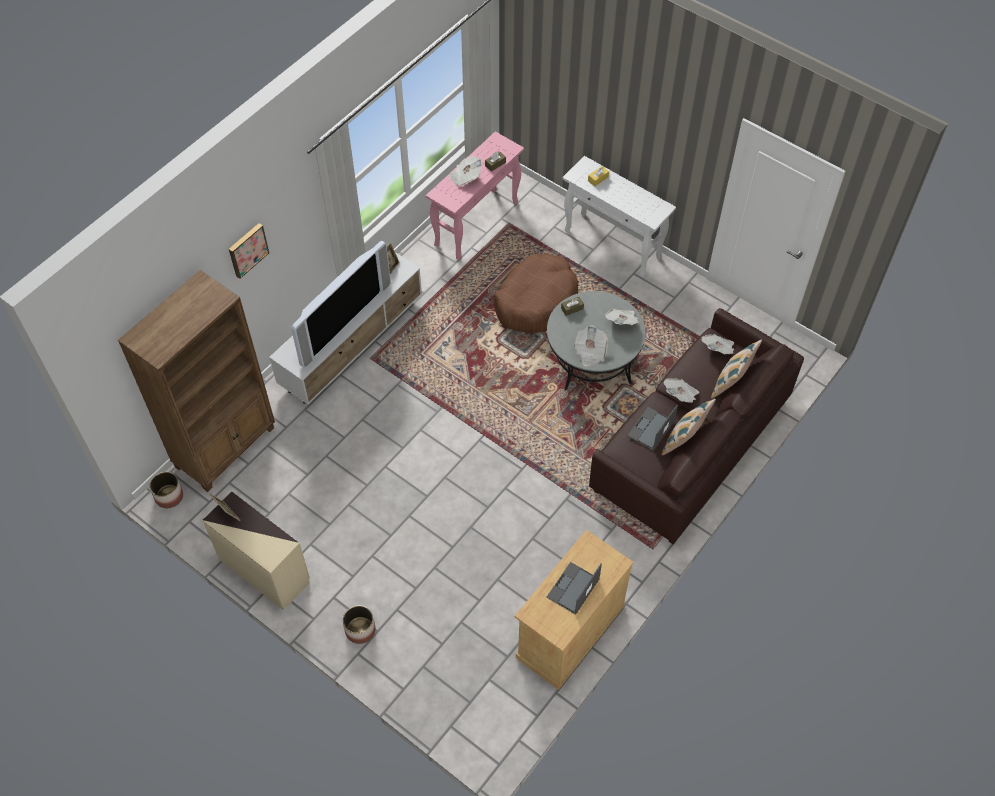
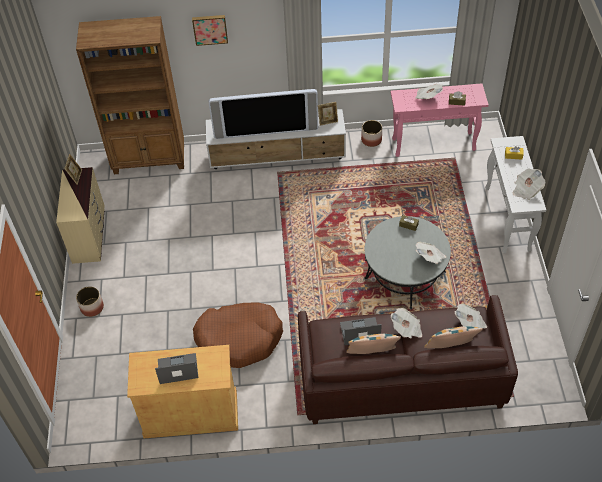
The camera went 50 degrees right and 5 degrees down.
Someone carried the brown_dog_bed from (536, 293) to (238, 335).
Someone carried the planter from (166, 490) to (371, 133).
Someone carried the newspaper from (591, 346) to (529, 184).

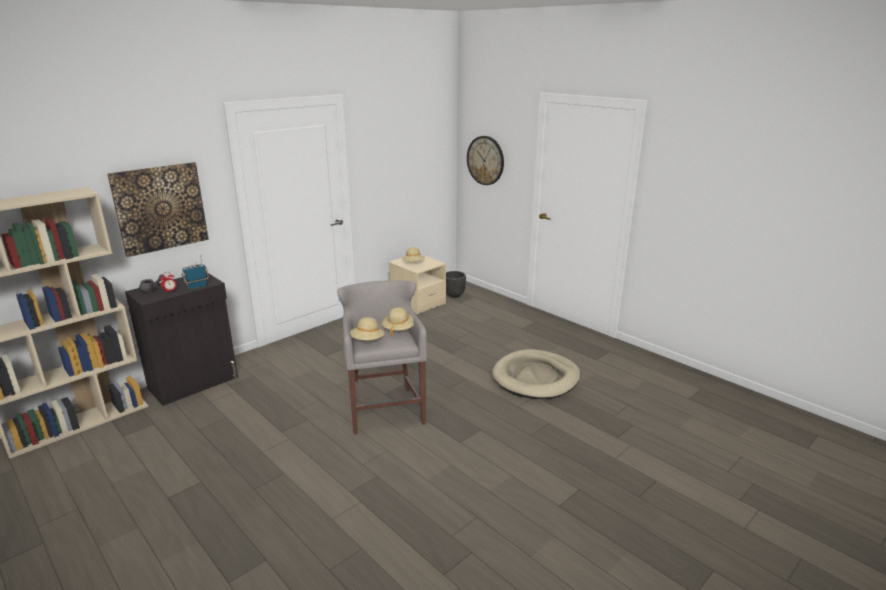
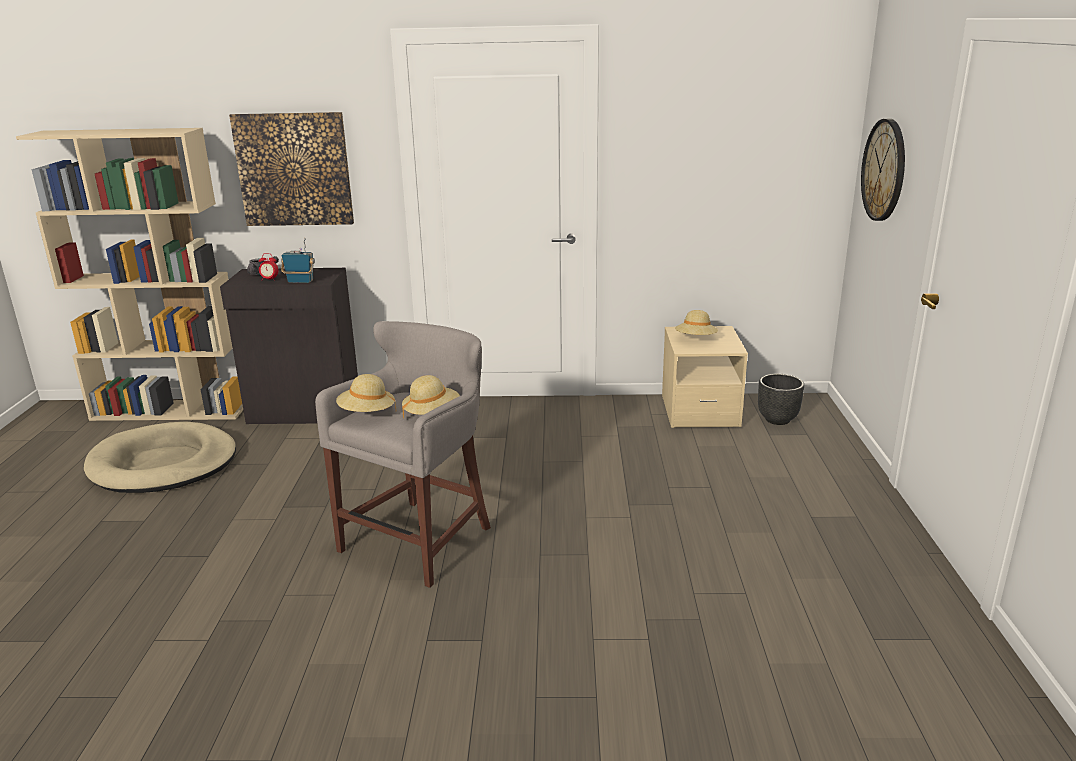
The camera went 45 degrees right and 0 degrees up.
Someone carried the beige_dog_bed from (536, 374) to (160, 457).

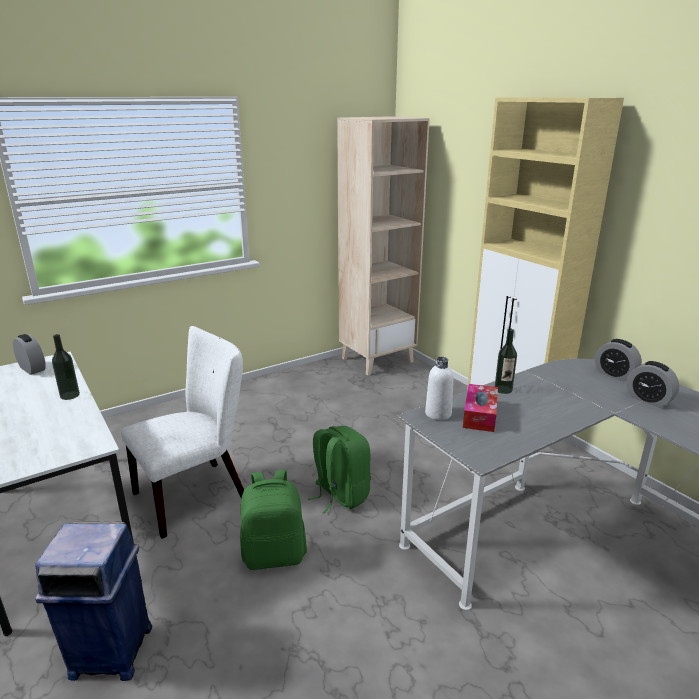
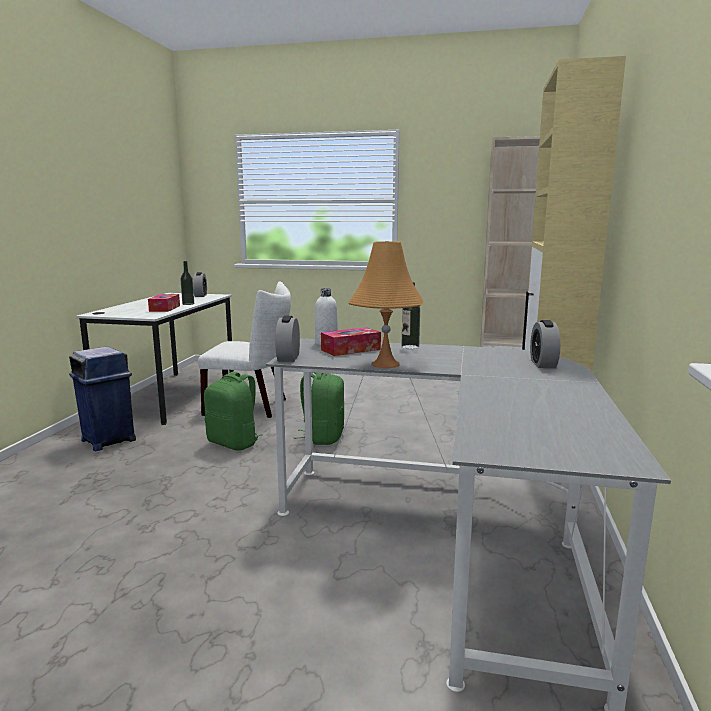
The camera went 45 degrees right and 10 degrees down.
Someone put down the tissue_box at (164, 303).
Someone carried the alarm_clock from (653, 384) to (287, 339).
Someone put down the orange_table_lamp at (386, 304).

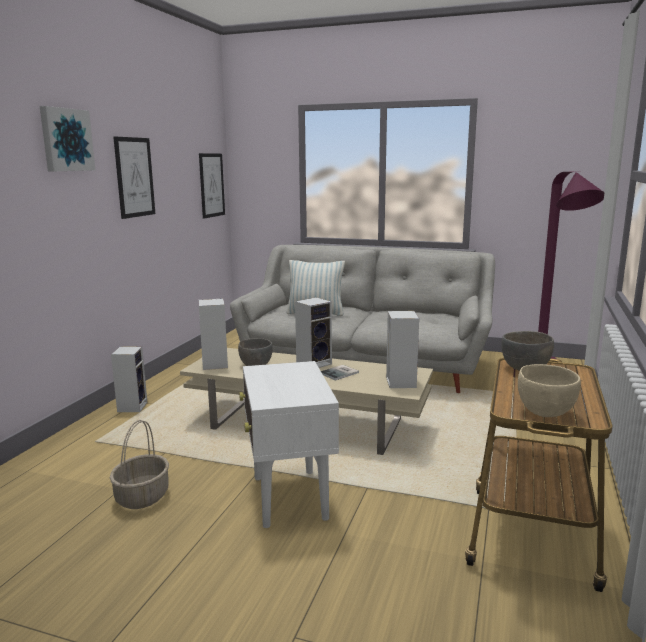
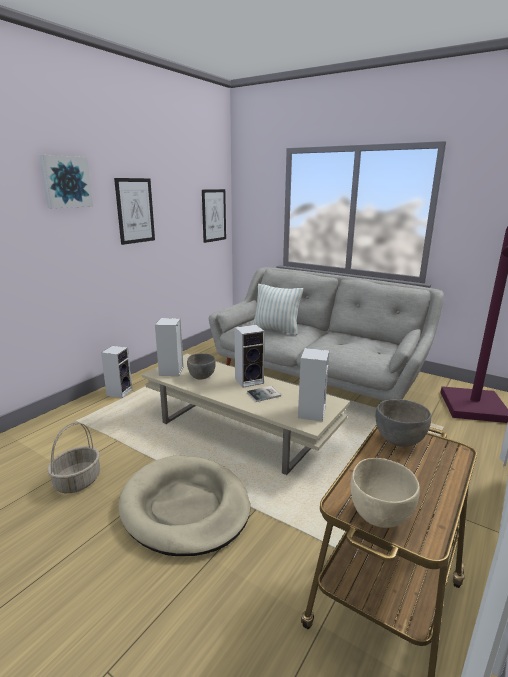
The camera went 15 degrees right and 5 degrees up.
Someone swapped the white_side_table at (289, 444) for the beige_dog_bed at (184, 506).

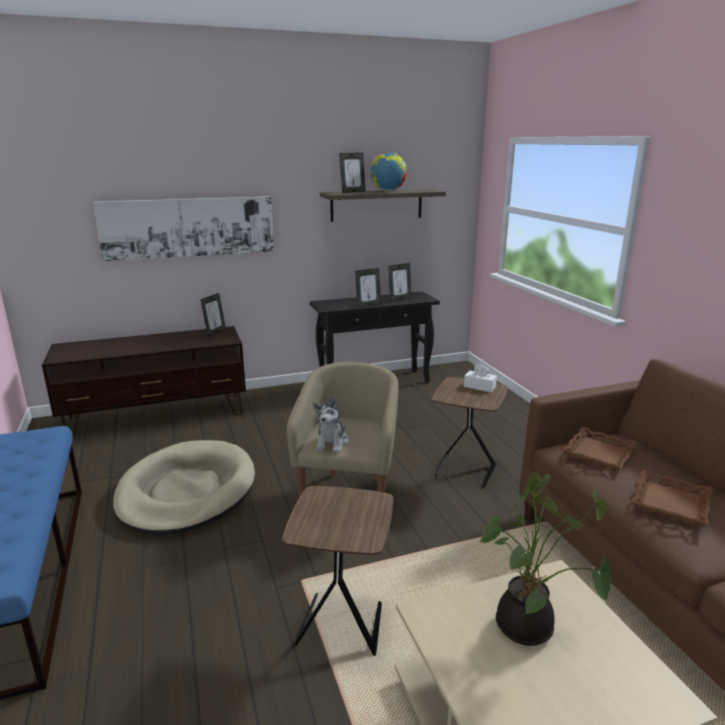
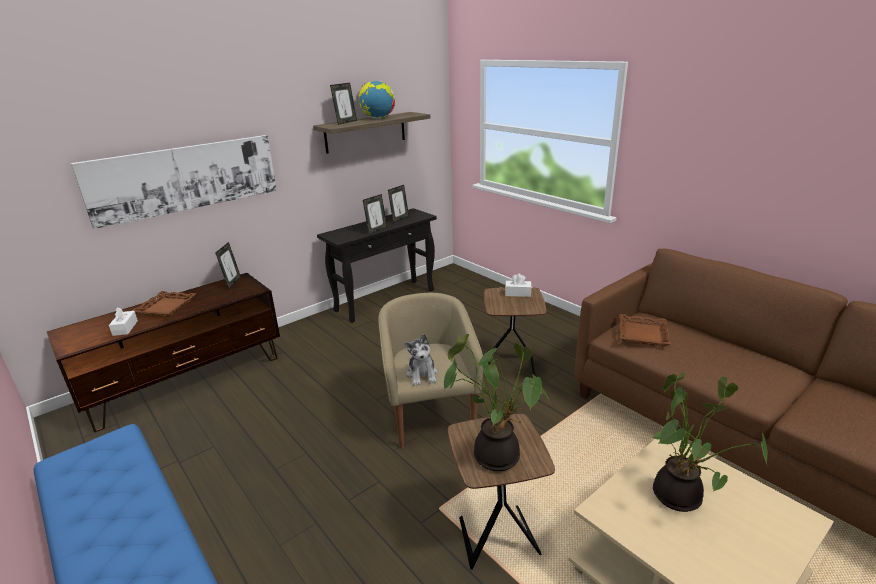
The camera went 20 degrees left and 5 degrees up.
Someone put down the white_tissue_box at (123, 321).
Someone carried the brown_tray from (672, 497) to (164, 304).
Someone put down the potted_plant at (497, 402).
Someone took away the beige_dog_bed at (184, 487).

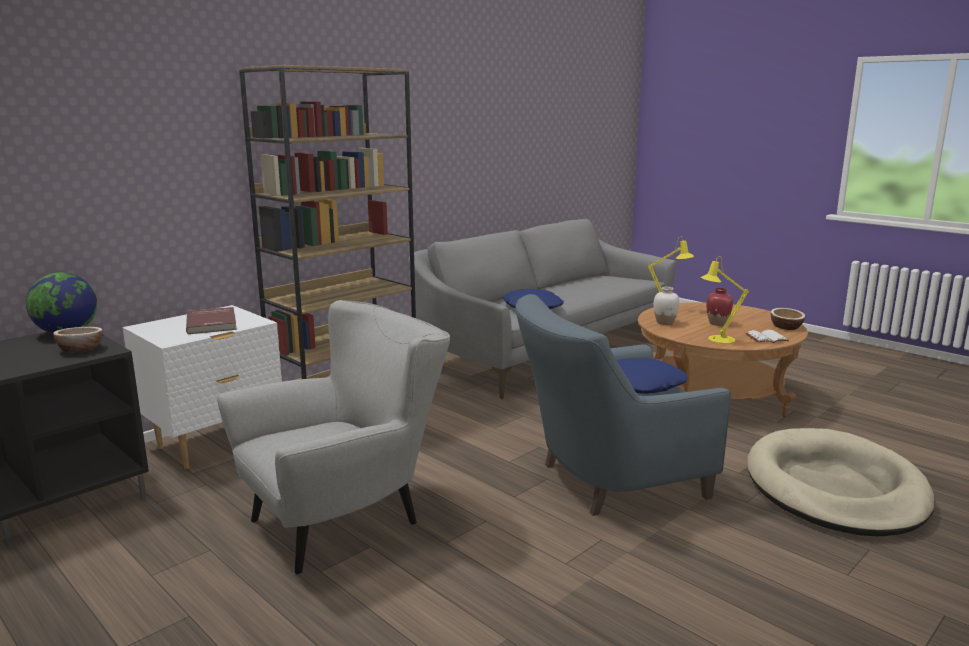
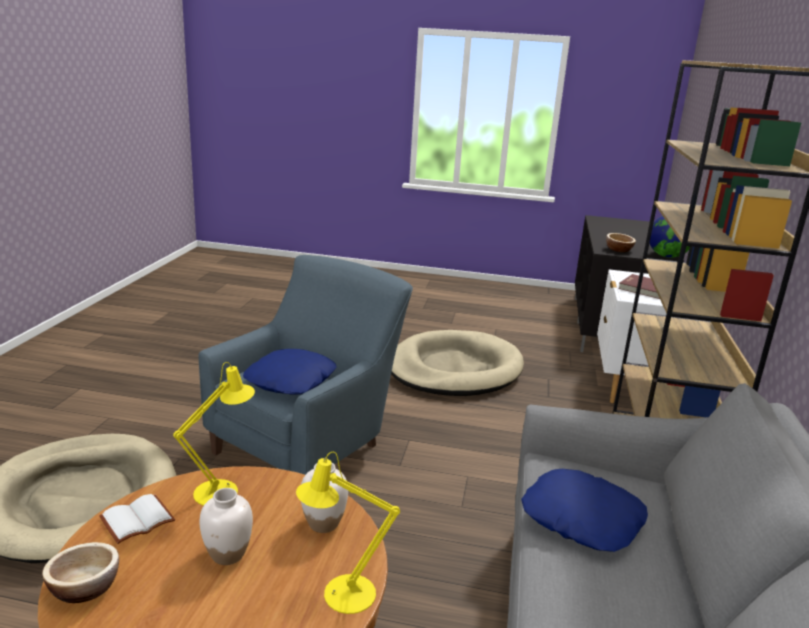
The camera went 145 degrees right and 5 degrees up.
Someone repainted the red_vase at (719, 306), which became the white_vase at (226, 526).
Someone swapped the grey_armchair at (333, 437) for the beige_dog_bed at (457, 363).

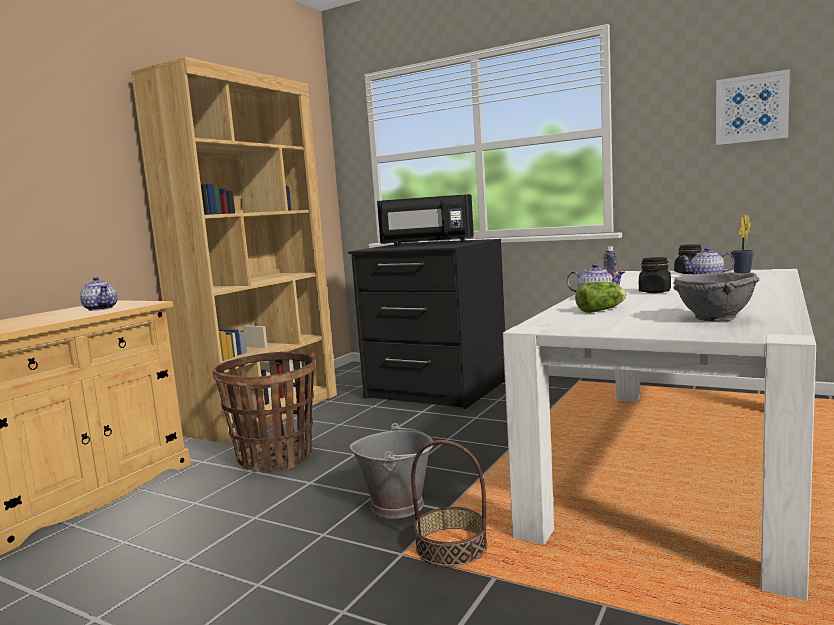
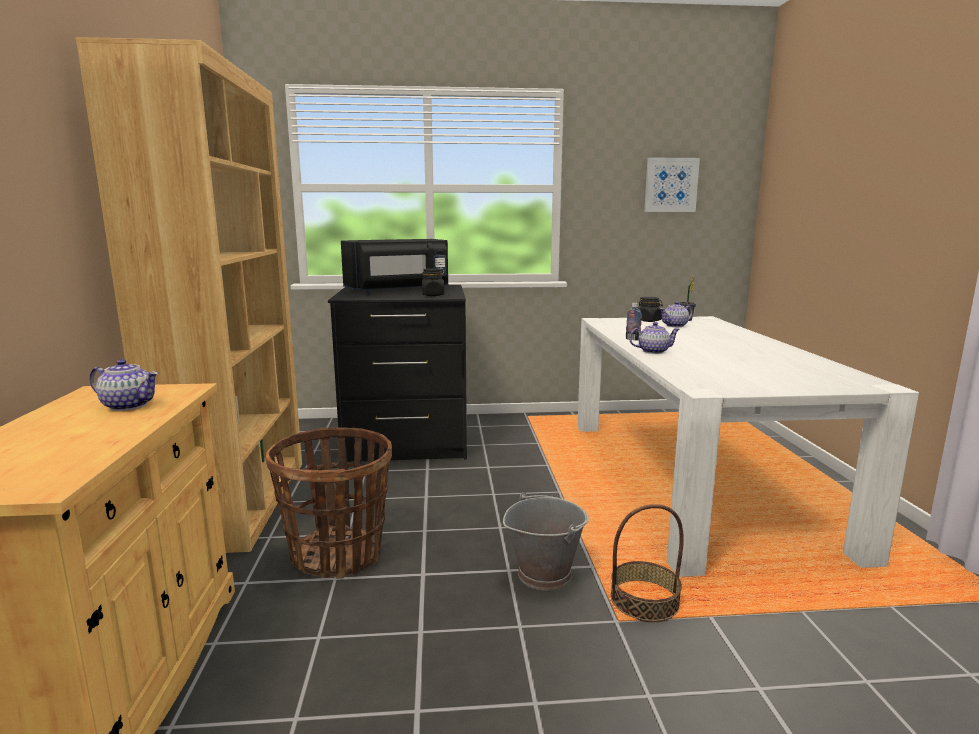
The camera went 35 degrees left and 5 degrees up.
Someone carried the black_jar from (655, 275) to (433, 282).
Someone took away the lettuce at (600, 297).
Someone took away the grey_bowl at (716, 297).

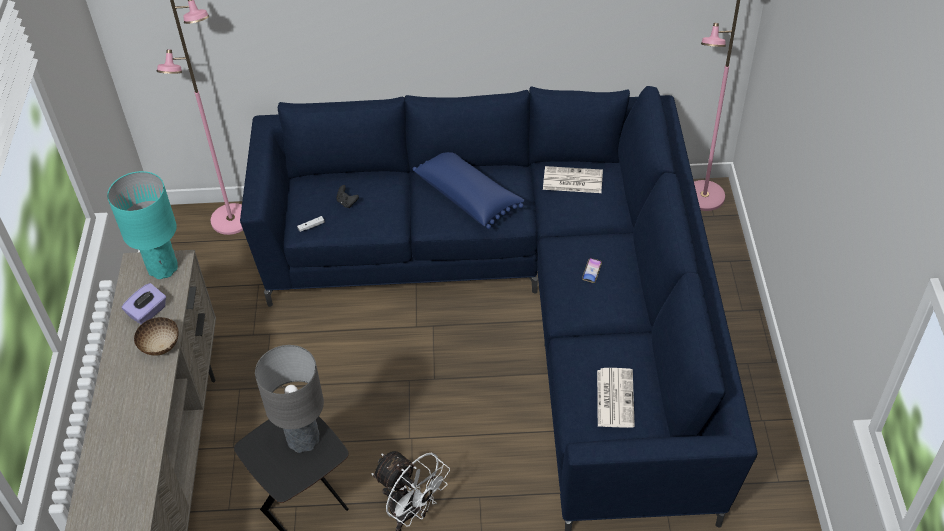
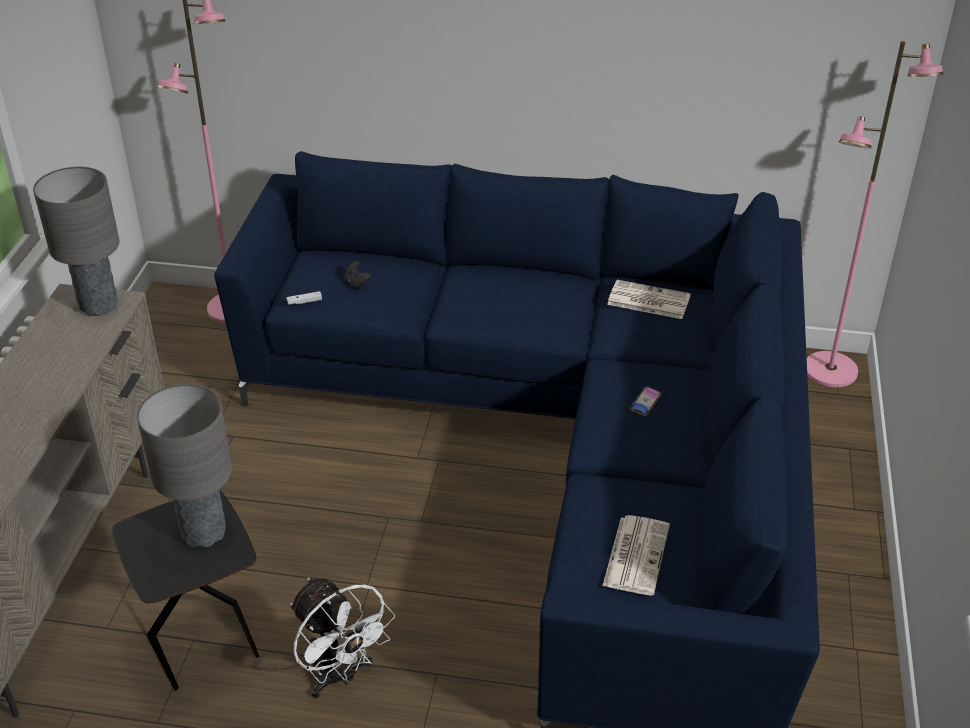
The camera went 10 degrees right and 10 degrees down.
Someone repainted the turquoise_table_lamp at (142, 225), which became the grey_table_lamp at (76, 241).
Someone took away the purple_tissue_box at (144, 303).
Someone took away the bowl at (156, 336).
Someone took away the blue_pillow at (468, 190).

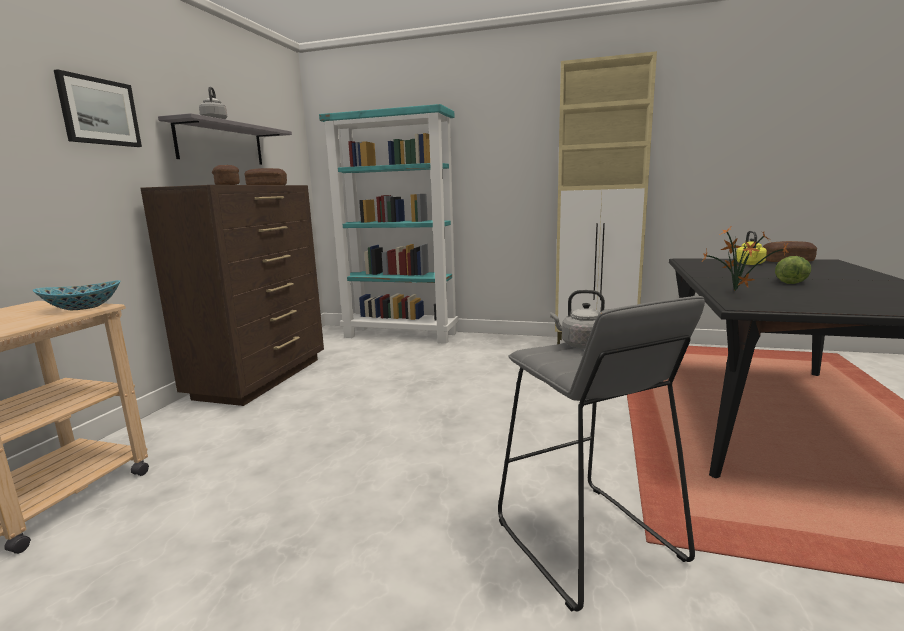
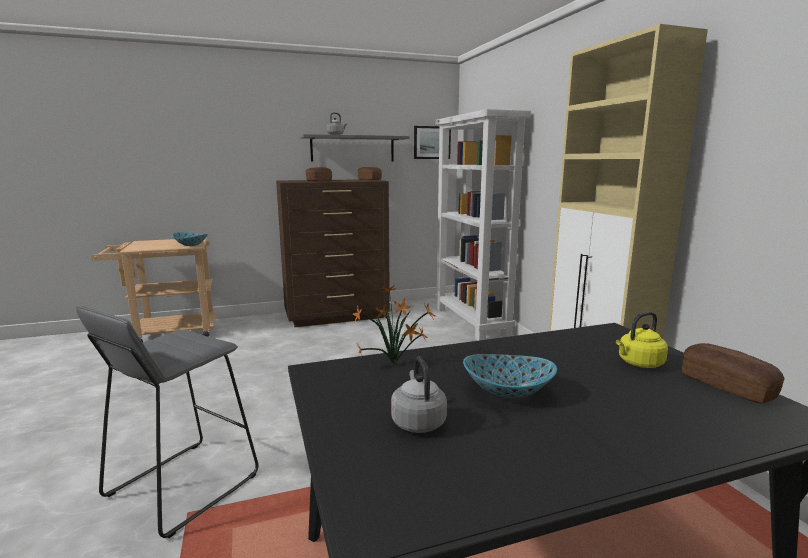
The camera went 55 degrees right and 0 degrees up.
Someone carried the grey_kettle from (577, 319) to (419, 394).
Someone carried the picture from (98, 108) to (432, 142).
Someone repainted the turquoise_bookcase at (388, 224), which became the white_bookcase at (483, 225).
Someone swapped the lettuce at (793, 270) for the bowl at (510, 376).

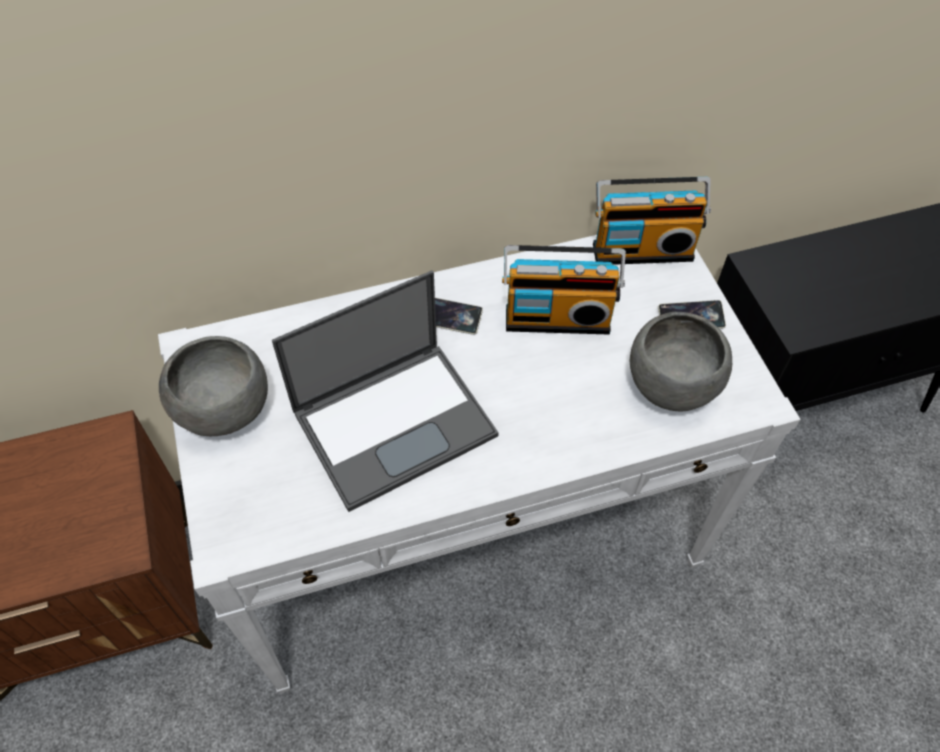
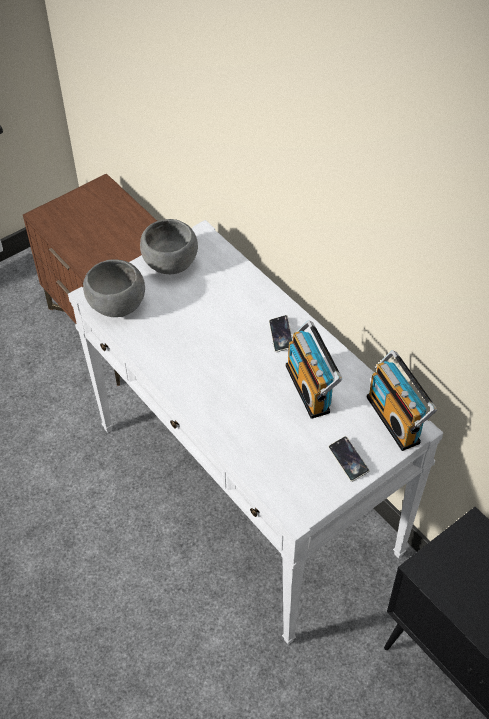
The camera went 70 degrees right and 5 degrees down.
Someone carried the grey_bowl from (681, 361) to (114, 288).
Someone took away the laptop at (385, 391).

